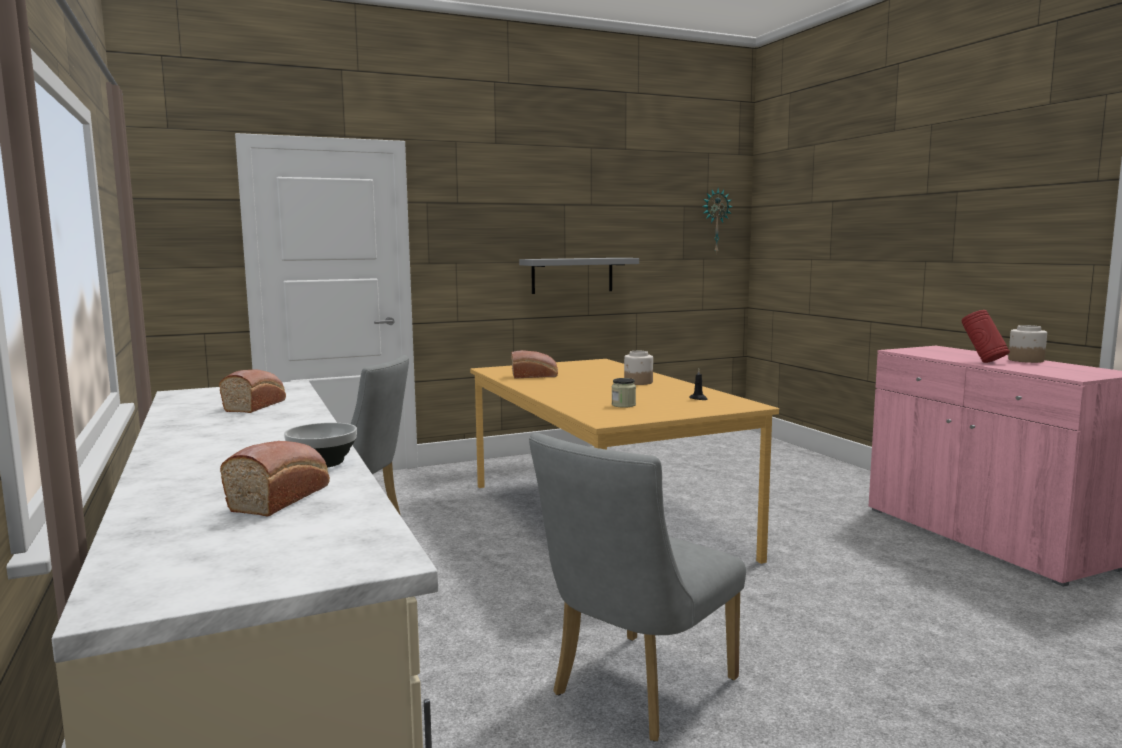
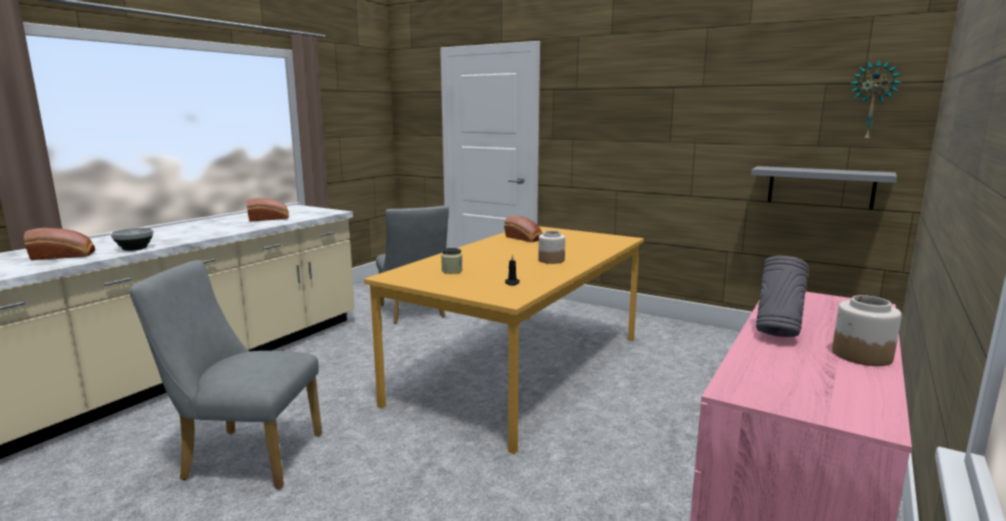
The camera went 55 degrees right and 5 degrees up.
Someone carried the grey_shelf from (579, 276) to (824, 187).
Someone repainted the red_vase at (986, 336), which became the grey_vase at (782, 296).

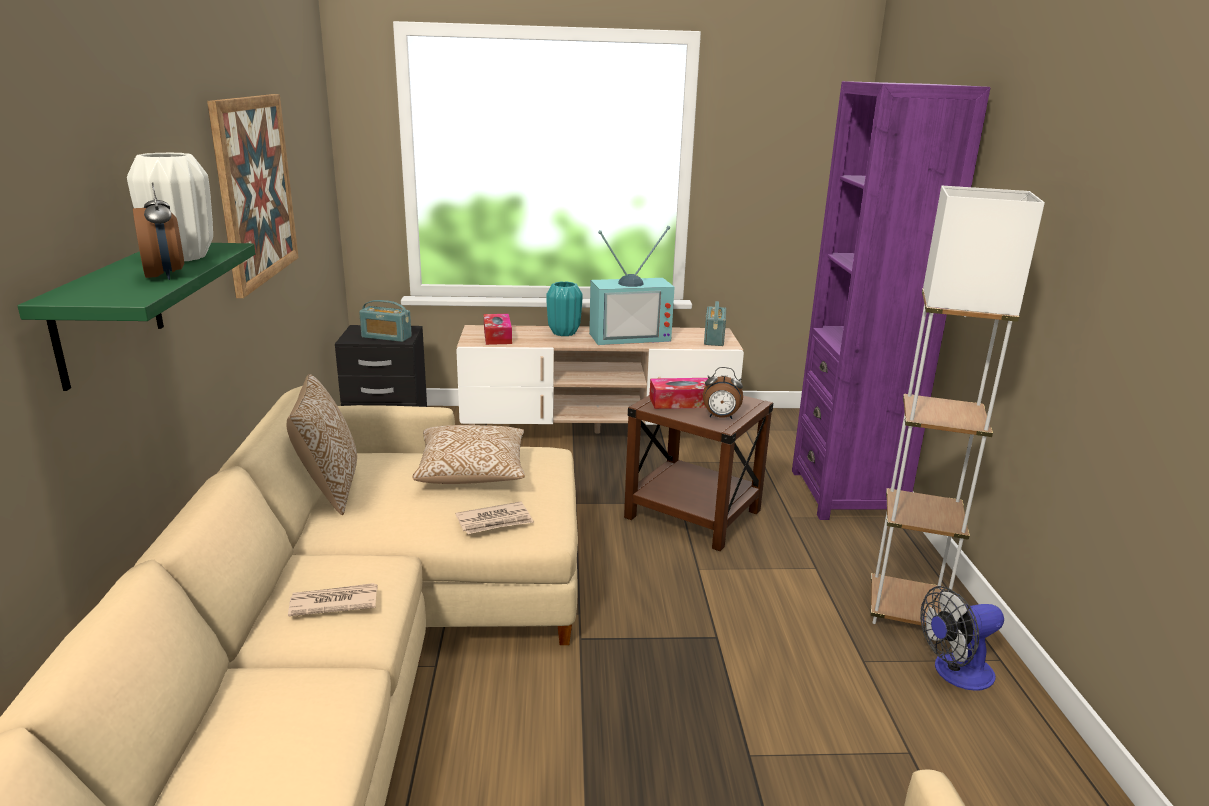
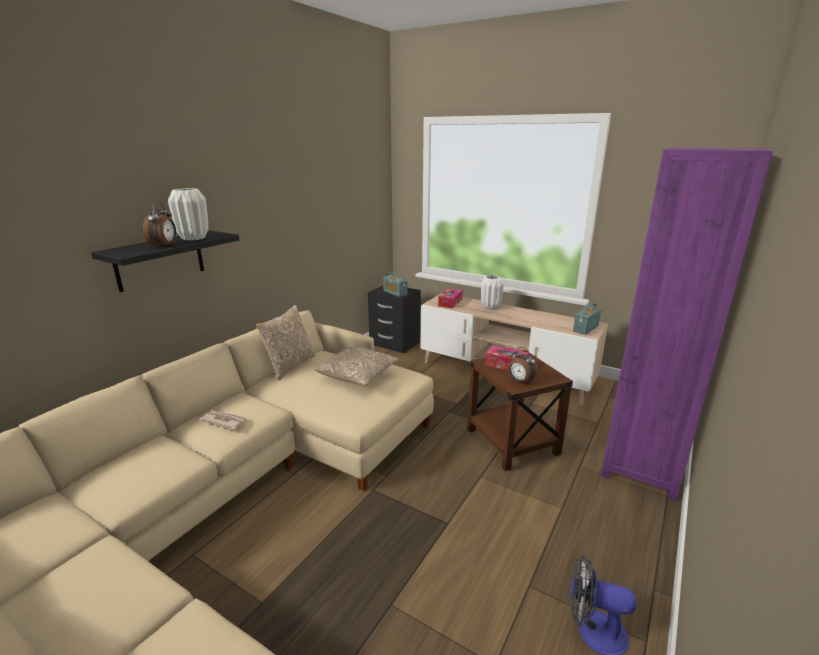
The camera went 35 degrees right and 0 degrees up.
Someone repainted the green_shelf at (137, 317), which became the black_shelf at (165, 261).
Someone repainted the turquoise_vase at (564, 308), which became the white_vase at (492, 292).
Someone took away the picture at (252, 196).
Someone took away the newspaper at (494, 518).
Someone took away the television at (632, 285).
Someone took away the white_floor_lamp at (957, 406).

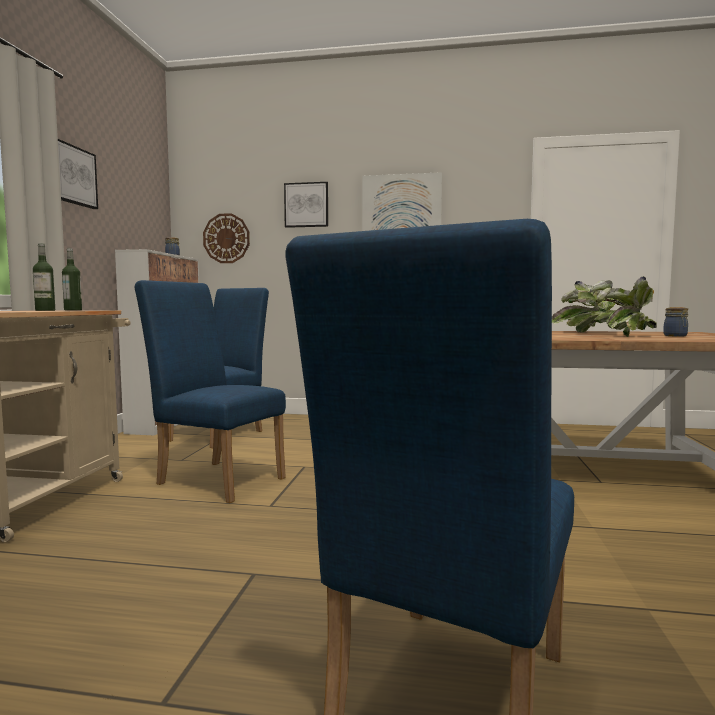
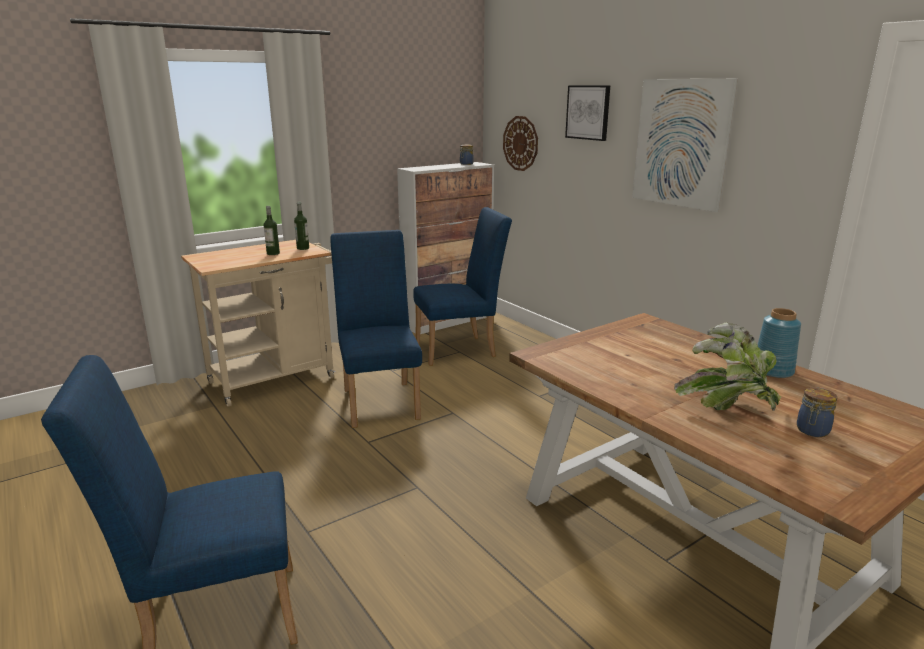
The camera went 45 degrees right and 15 degrees up.
Someone swapped the potted_plant at (583, 306) for the blue_vase at (779, 343).
Someone took away the picture at (78, 174).

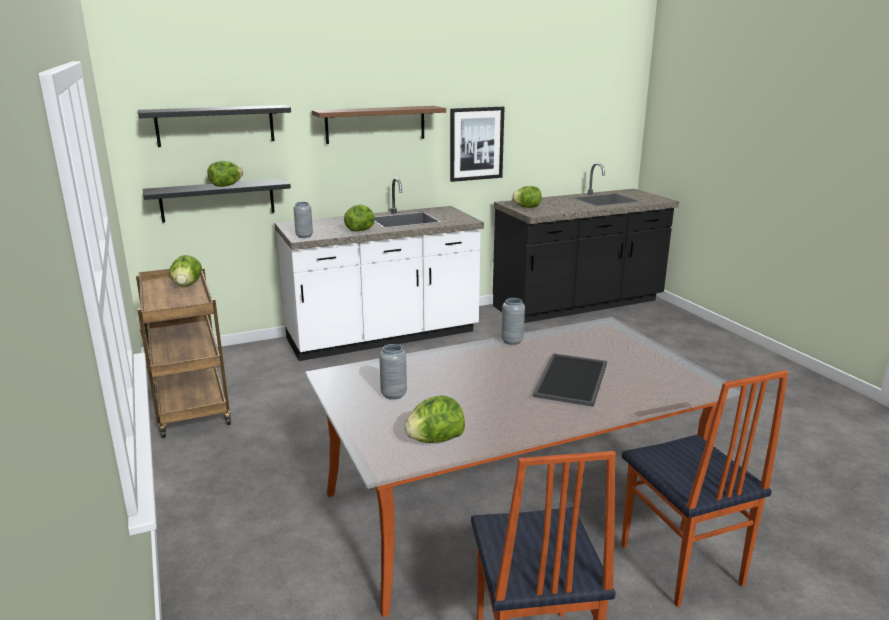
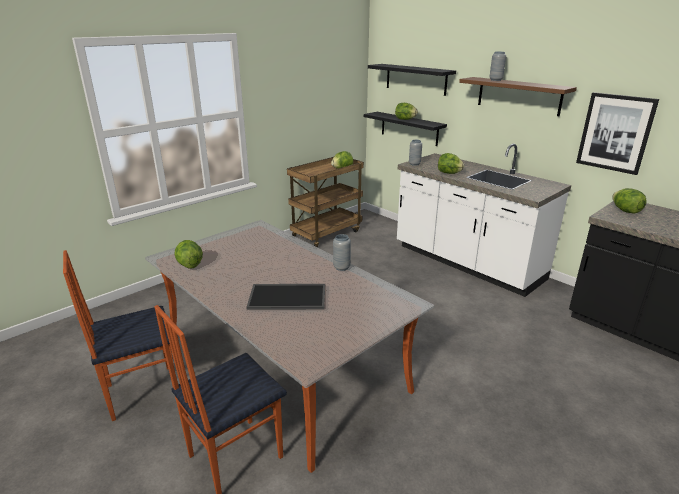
The camera went 70 degrees right and 5 degrees up.
Someone carried the grey_vase from (393, 372) to (497, 66).

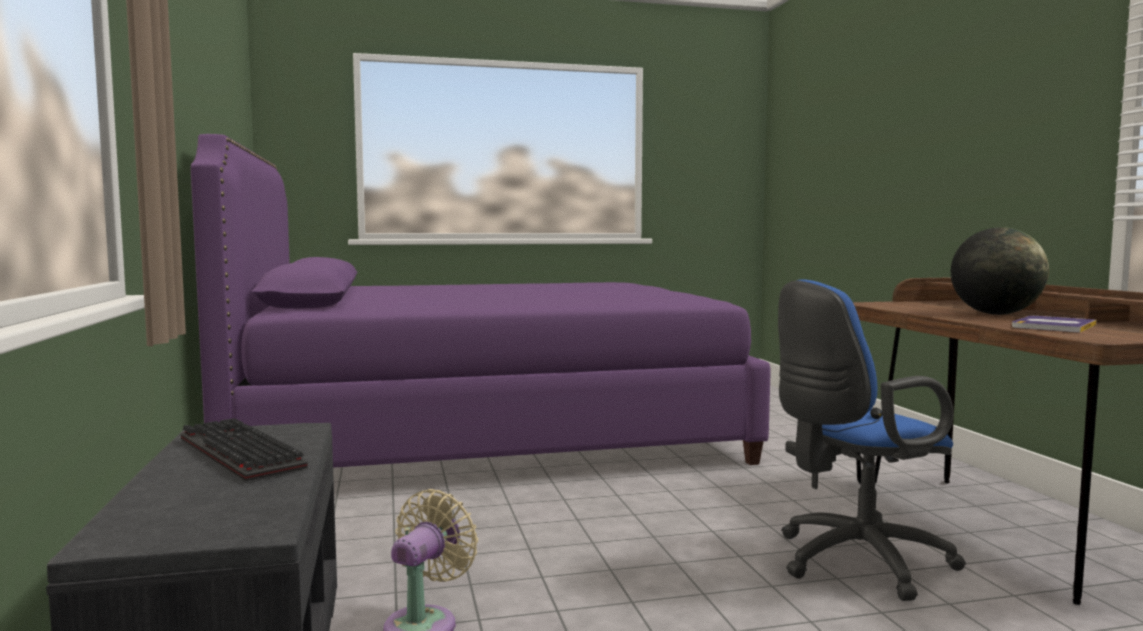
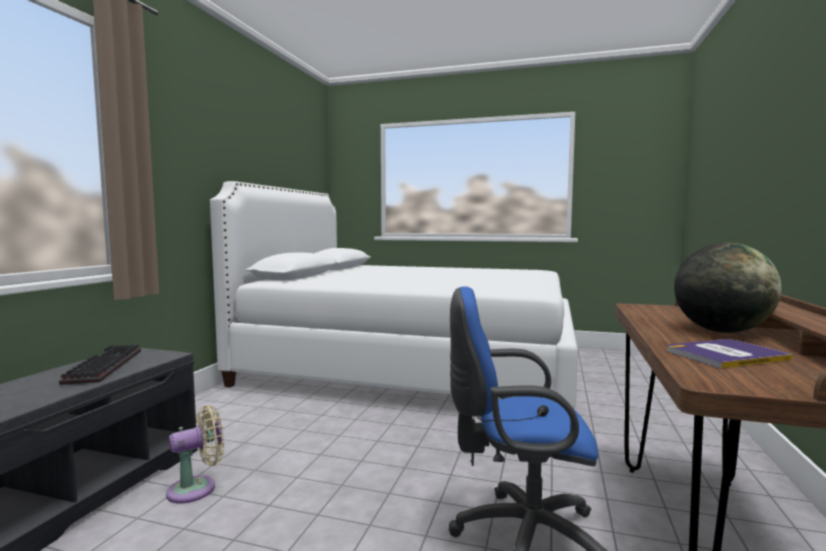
The camera went 30 degrees right and 0 degrees up.
Someone repainted the purple_bed at (481, 301), which became the white_bed at (394, 295).

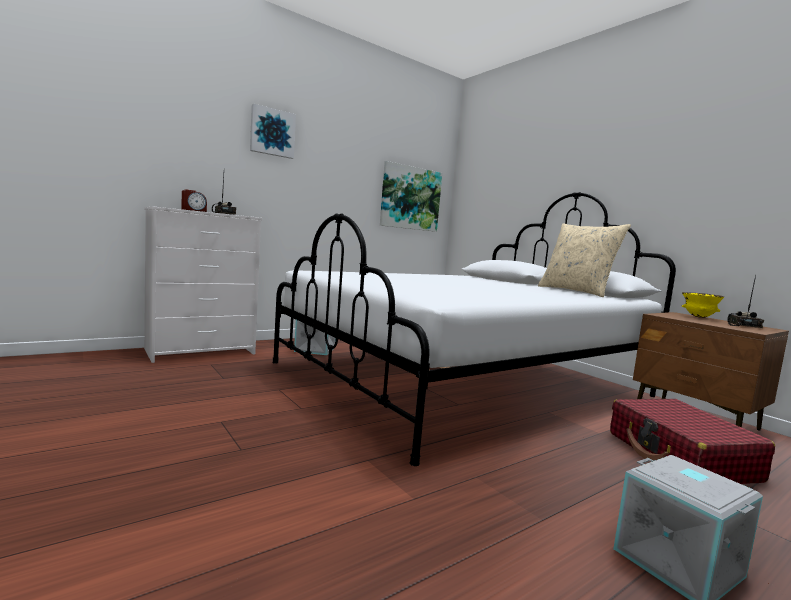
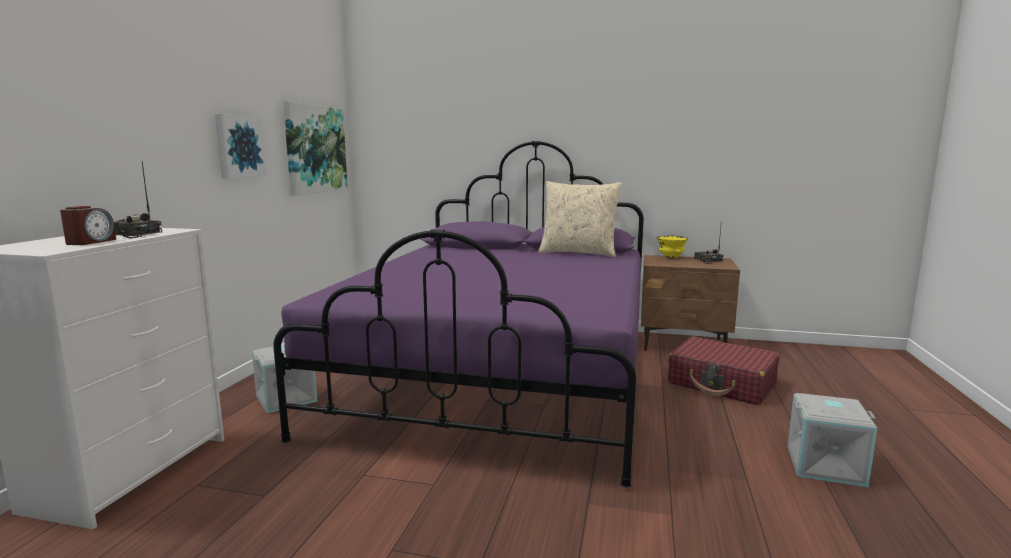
The camera went 40 degrees left and 5 degrees up.
Someone carried the picture from (273, 131) to (241, 146).
Someone repainted the white_bed at (474, 329), which became the purple_bed at (458, 314).

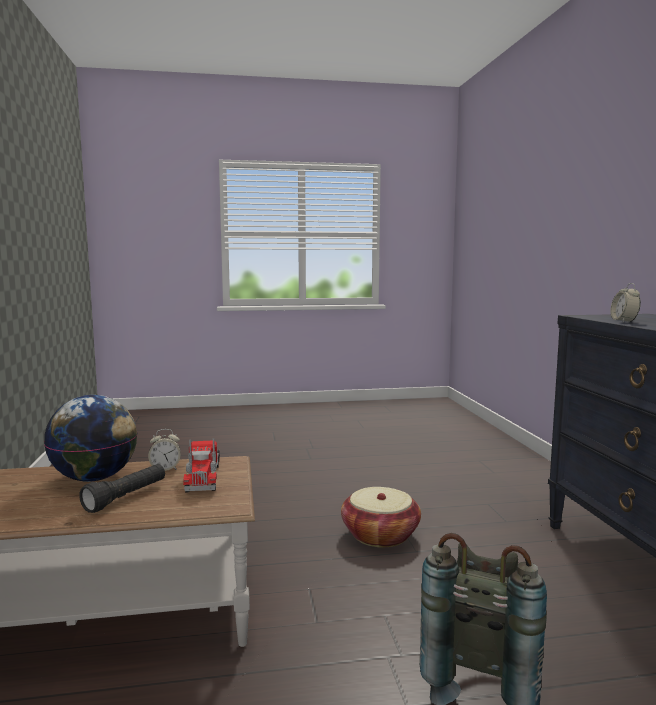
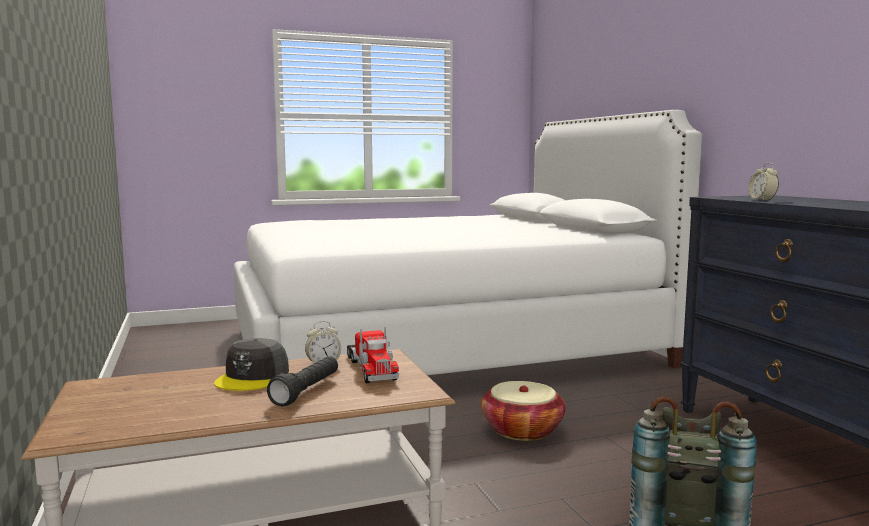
The camera went 10 degrees left and 0 degrees up.
Someone swapped the globe at (90, 438) for the grey_cap at (251, 364).
Someone put down the white_bed at (468, 242).

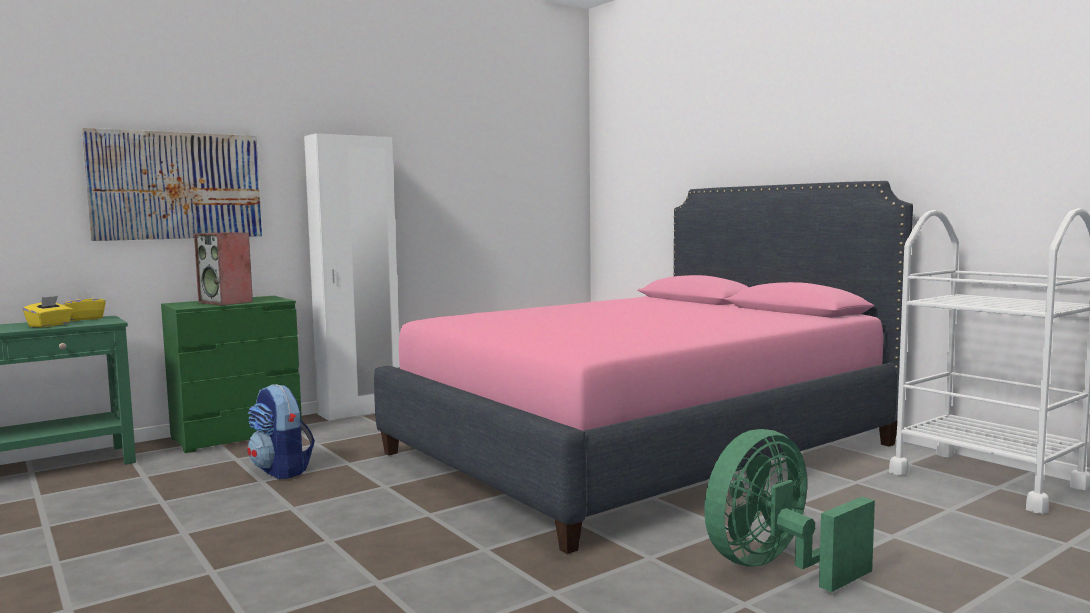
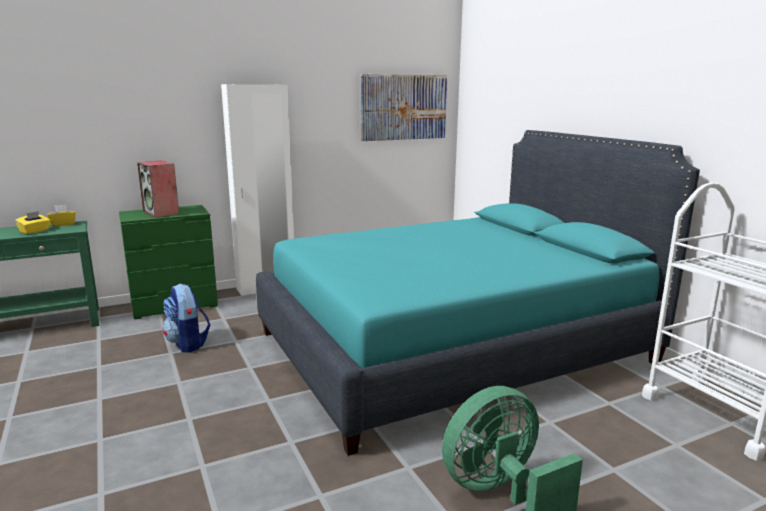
The camera went 10 degrees right and 10 degrees up.
Someone repainted the pink_bed at (643, 367), which became the turquoise_bed at (478, 293).
Someone carried the picture from (172, 184) to (404, 107).

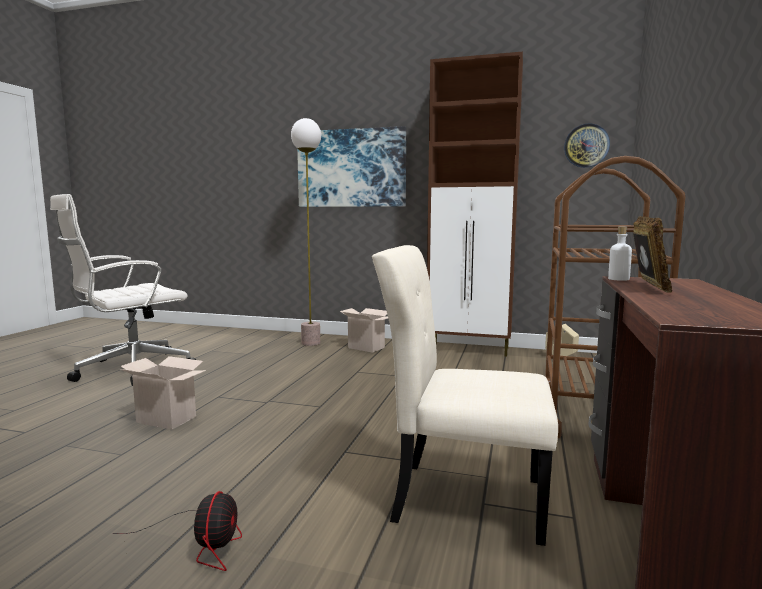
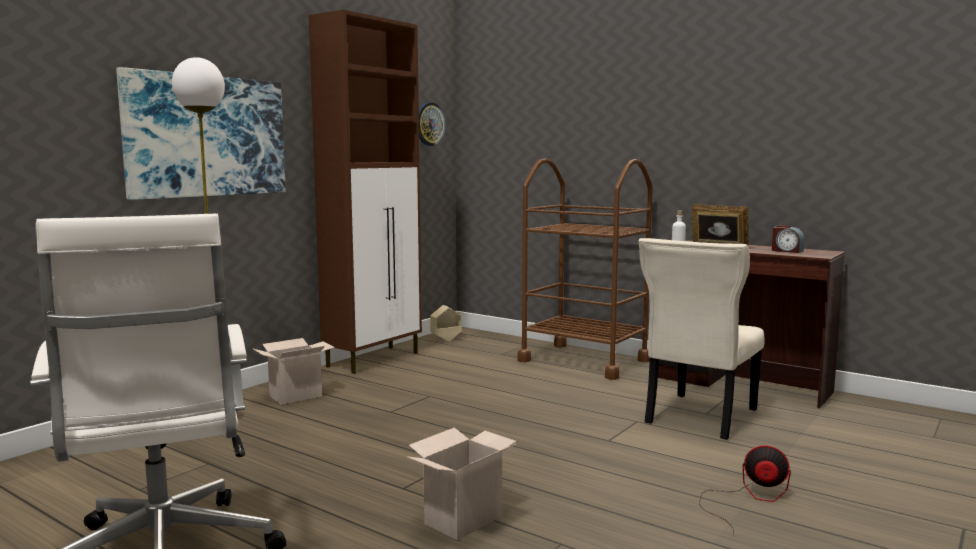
The camera went 70 degrees left and 0 degrees up.
Someone put down the alarm_clock at (788, 239).

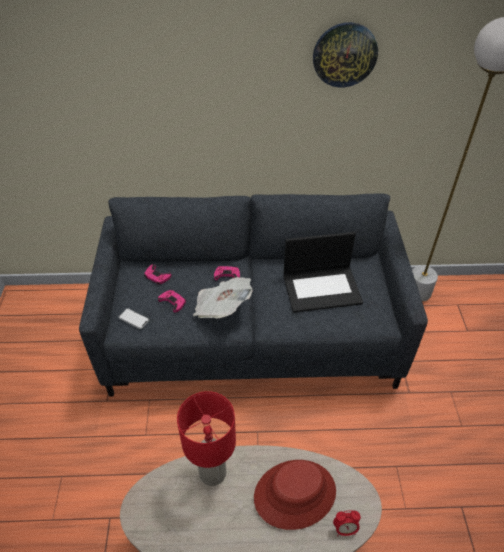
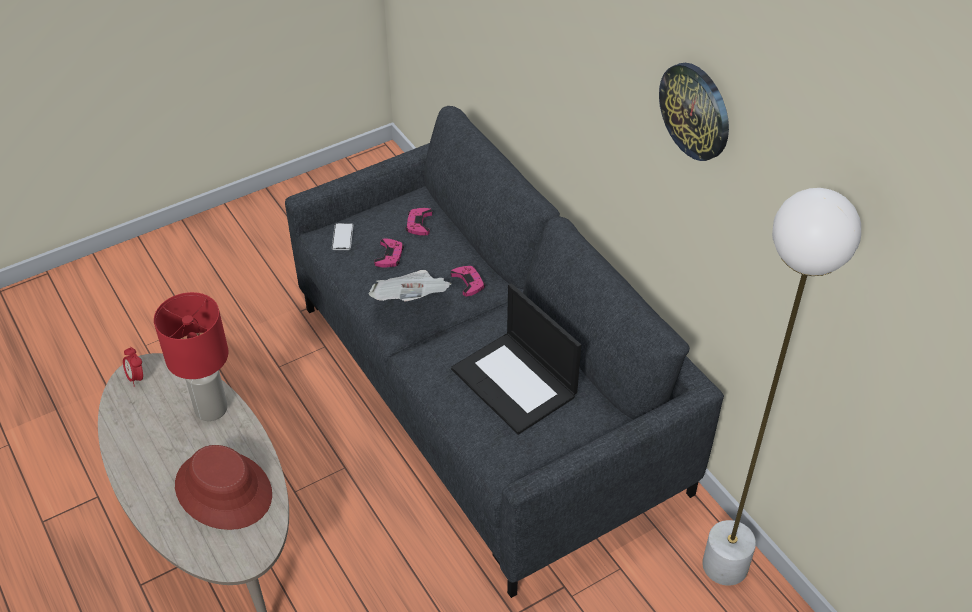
The camera went 60 degrees right and 0 degrees up.
Someone carried the alarm_clock from (347, 523) to (133, 367).

